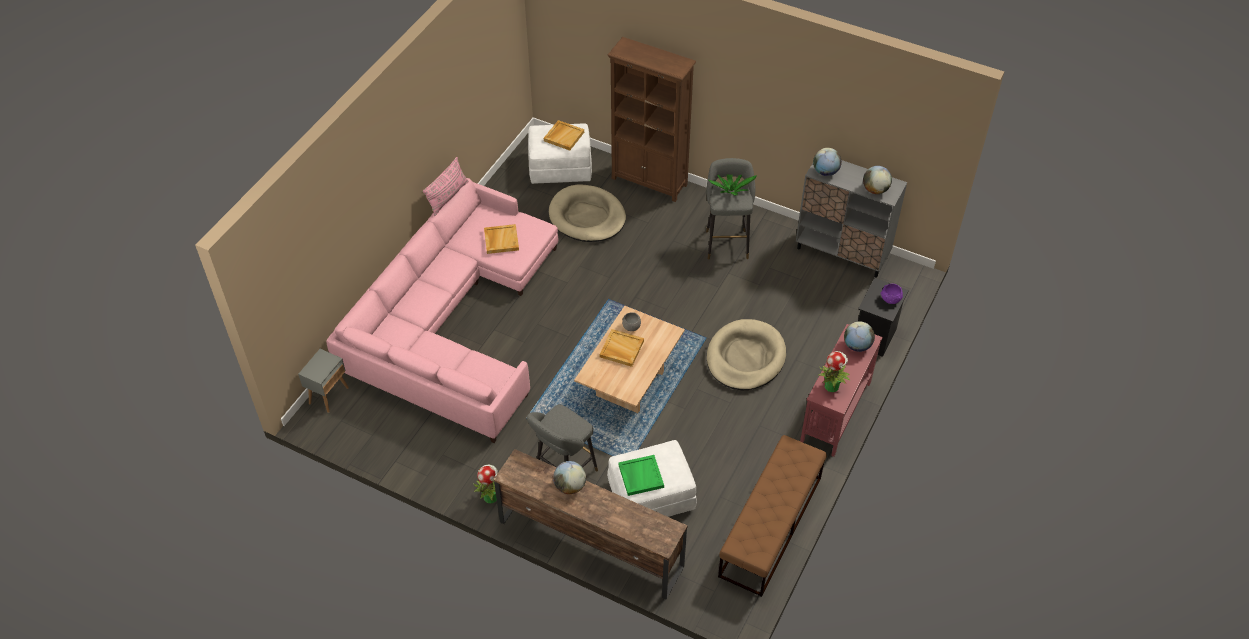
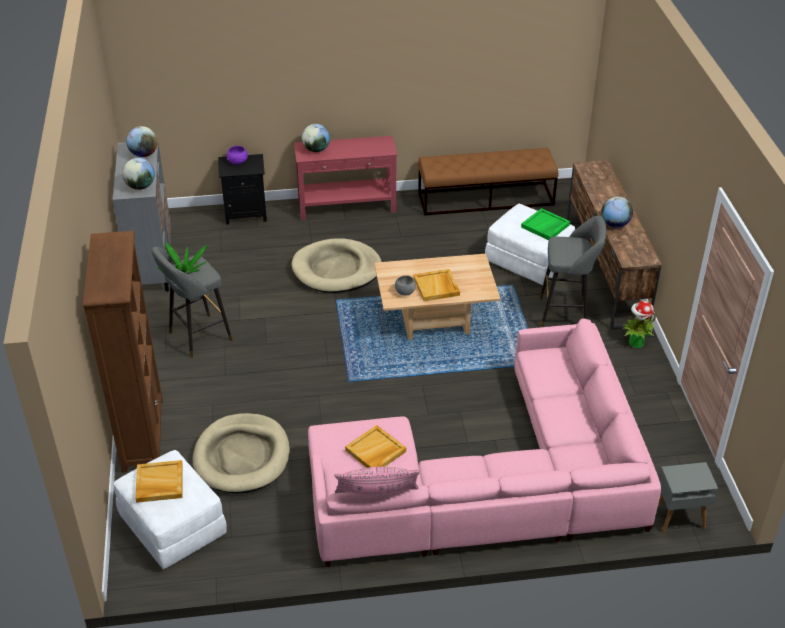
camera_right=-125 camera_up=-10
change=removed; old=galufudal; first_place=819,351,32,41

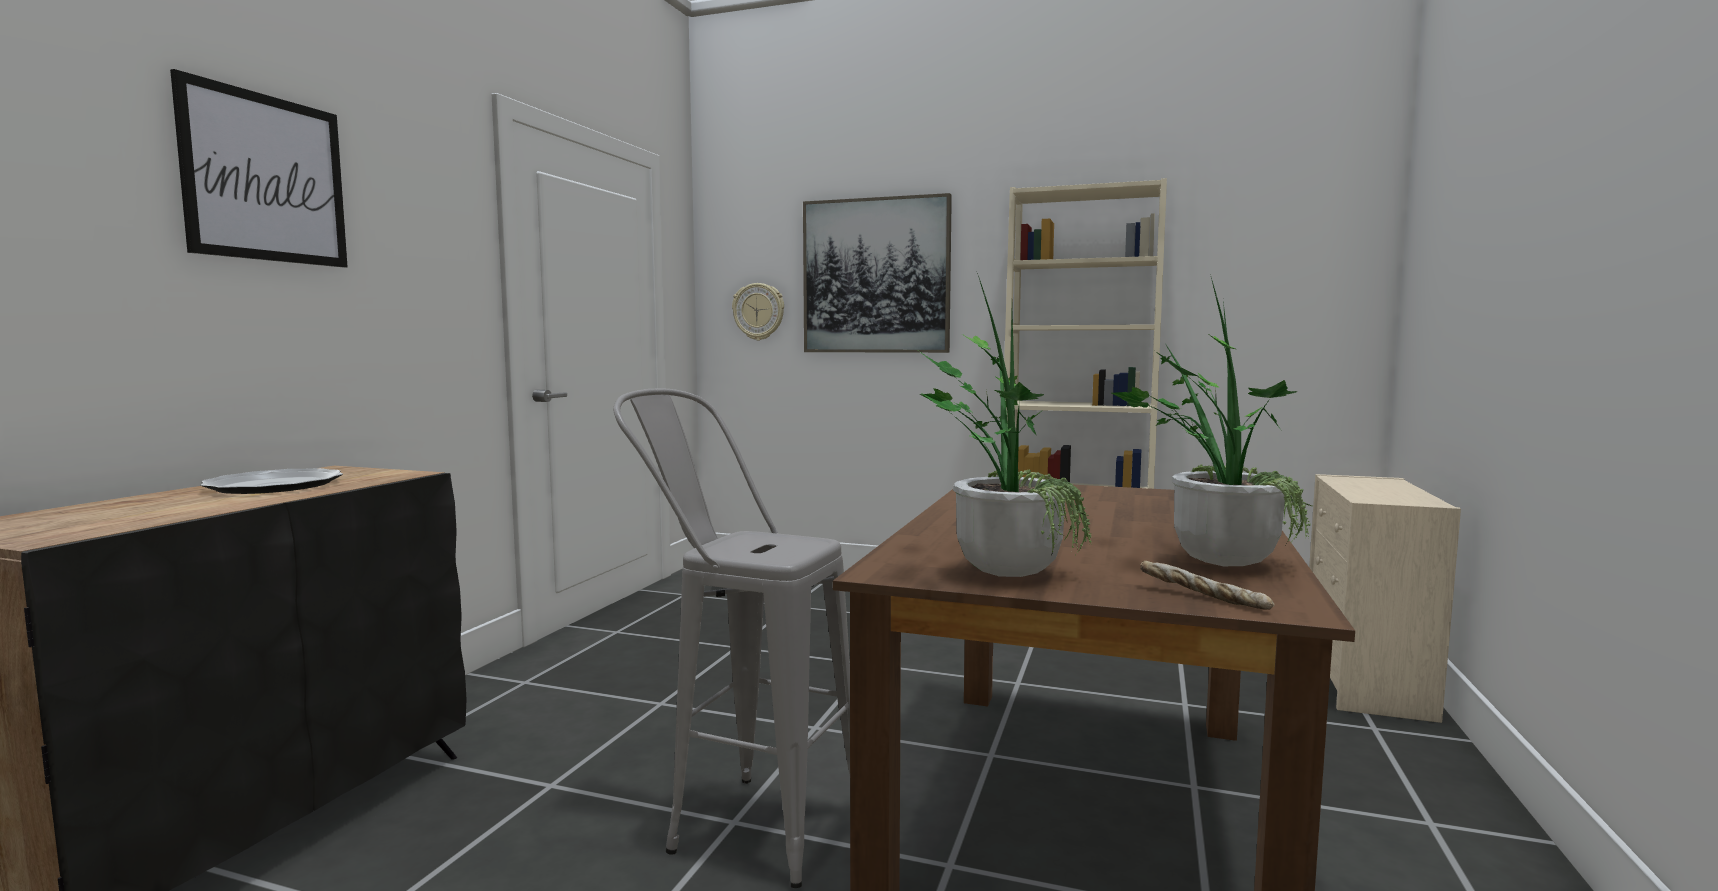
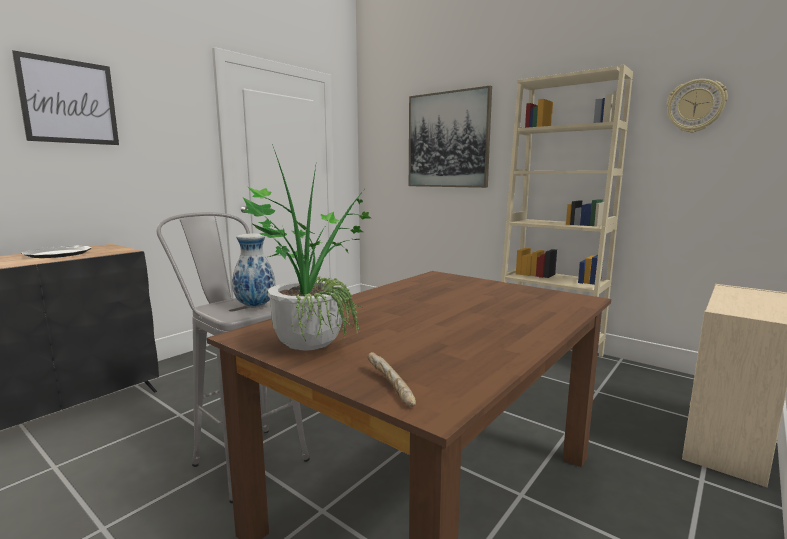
camera_right=20 camera_up=5
change=moved; old=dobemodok; first_place=732,283,52,57; second_place=667,79,61,54
change=removed; old=galufudal; first_place=1112,274,201,292
change=added; new=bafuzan; second_place=232,234,44,74

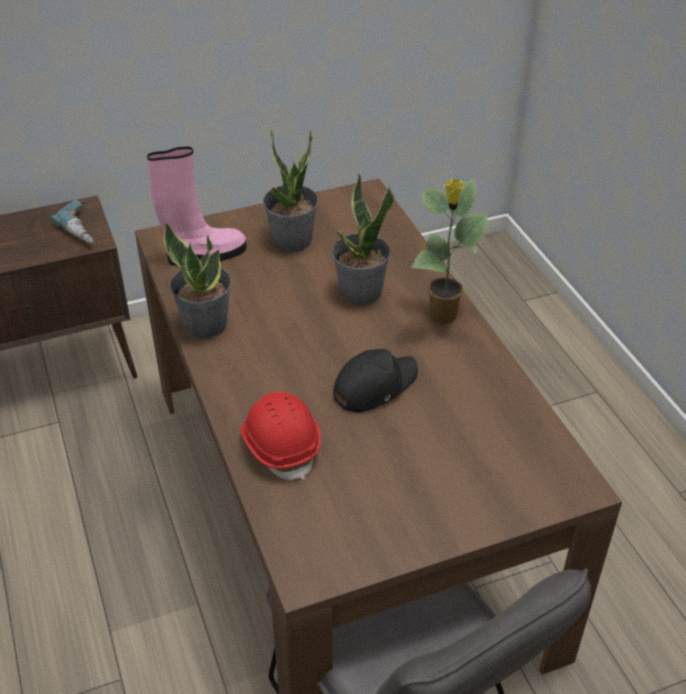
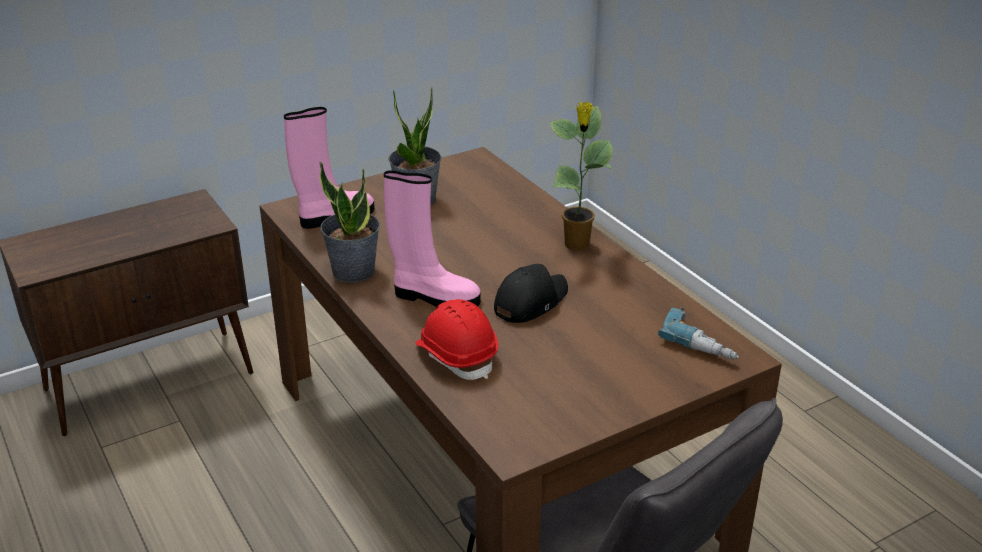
camera_right=-10 camera_up=-10
change=moved; old=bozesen; first_place=50,200,44,44; second_place=658,307,81,53
change=removed; old=galufudal; first_place=332,174,62,131
change=added; new=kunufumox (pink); second_place=384,171,97,136

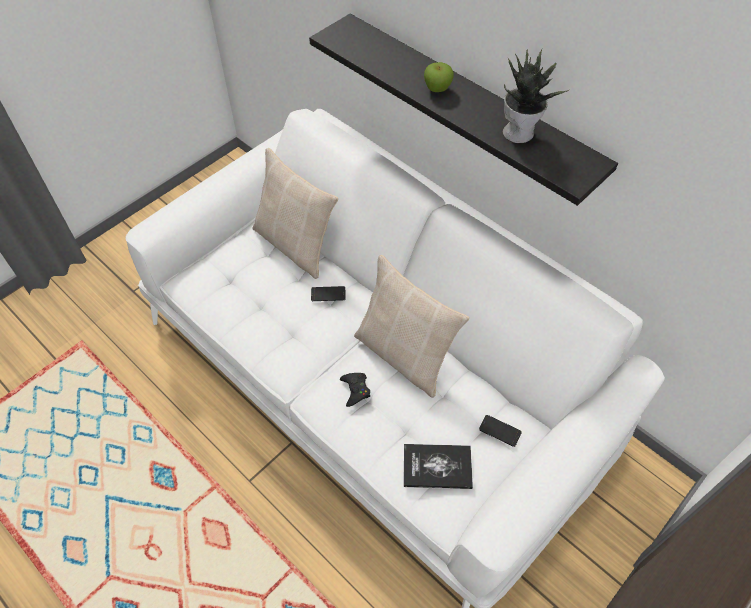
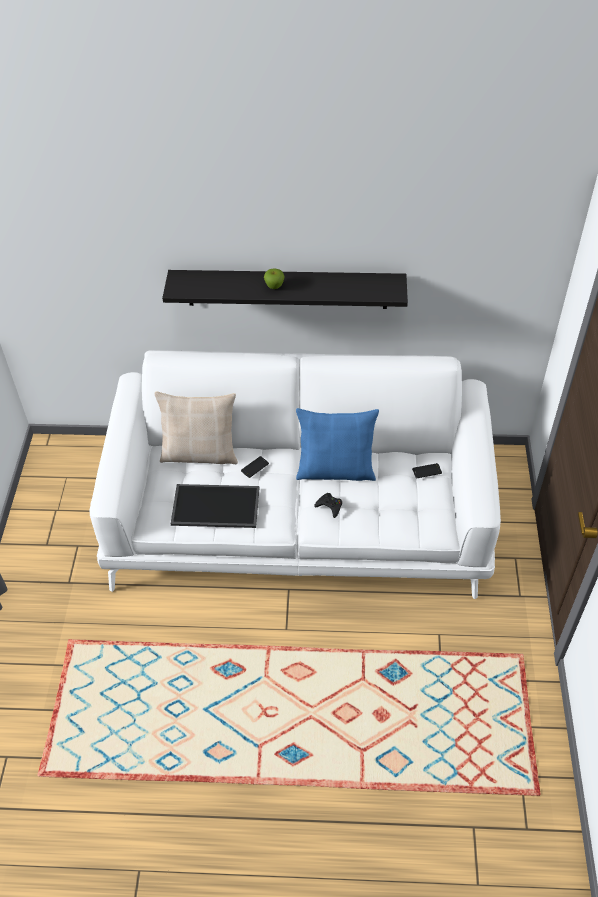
camera_right=-40 camera_up=-5
change=recoloured; old=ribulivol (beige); new=ribulivol (blue); first_place=354,255,115,143; second_place=296,408,83,73
change=removed; old=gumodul; first_place=404,444,69,45
change=removed; old=galufudal; first_place=502,49,68,94
change=added; new=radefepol; second_place=171,484,89,44

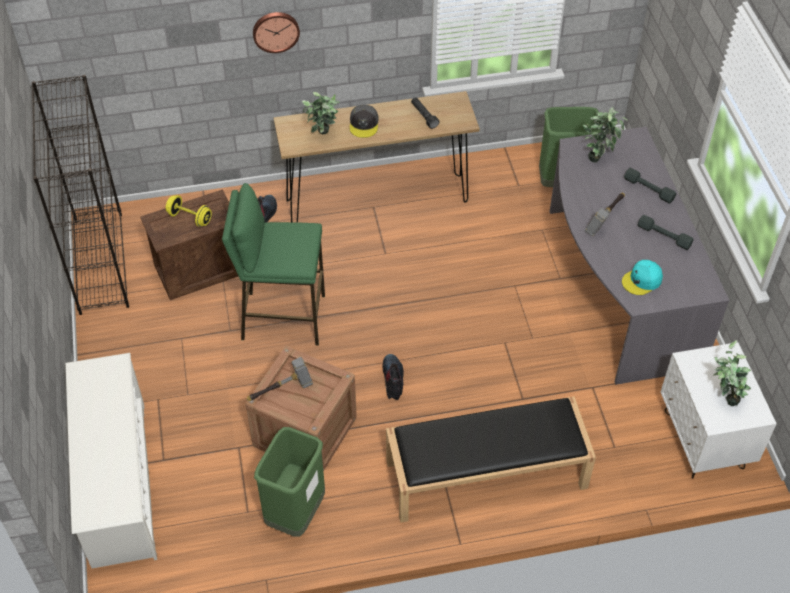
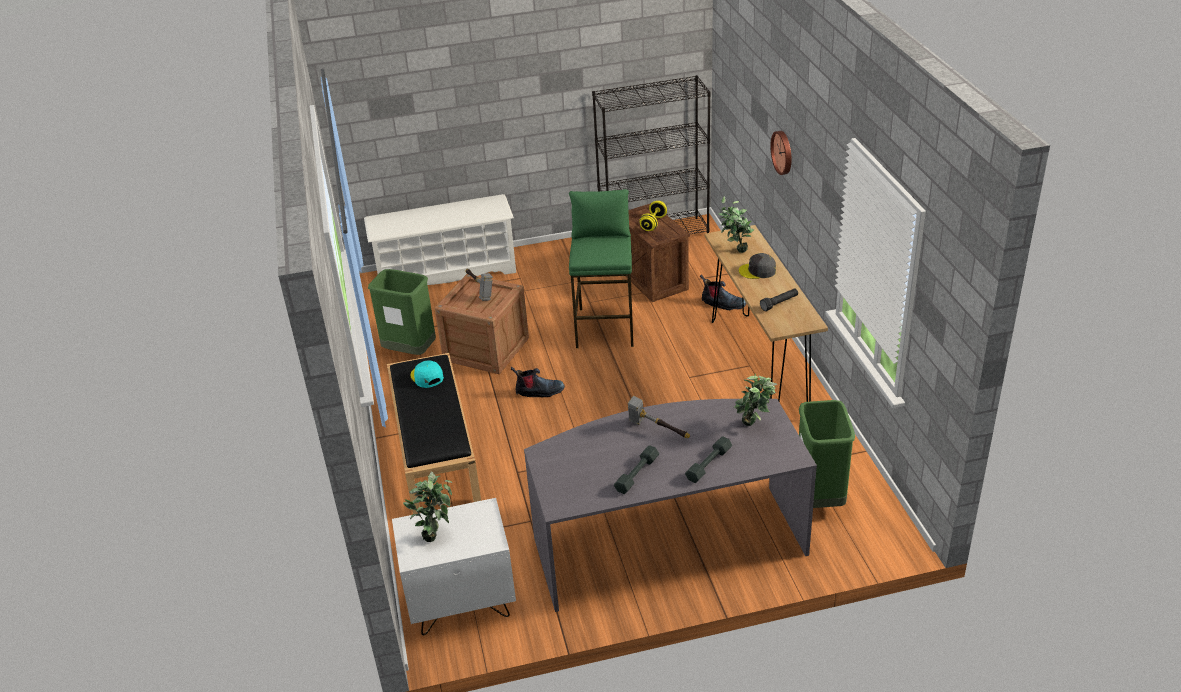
camera_right=90 camera_up=-15
change=moved; old=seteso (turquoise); first_place=622,260,41,35; second_place=411,360,33,28

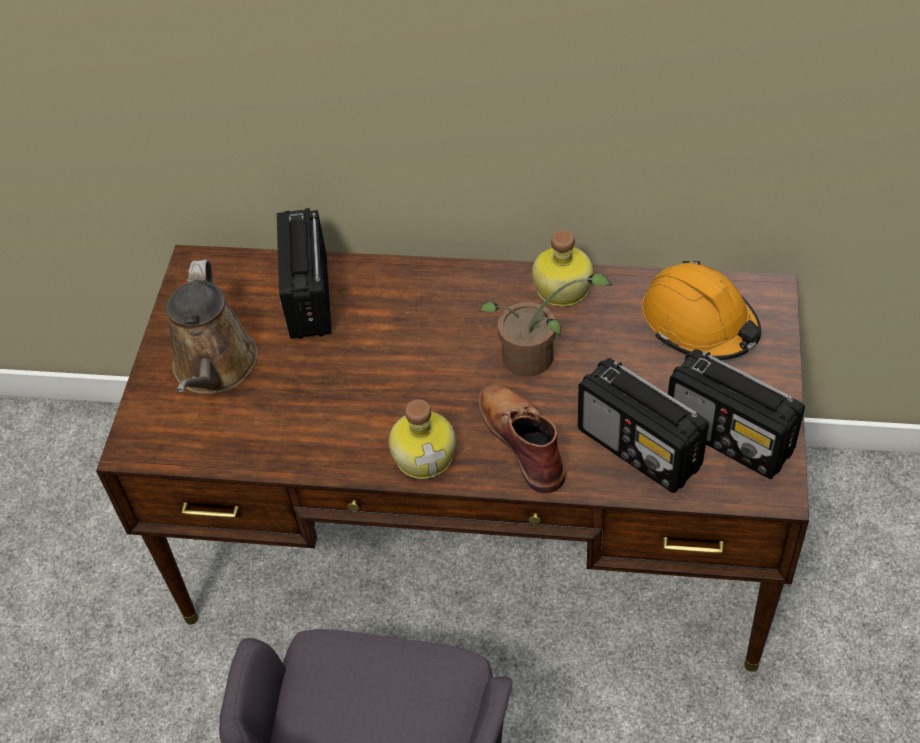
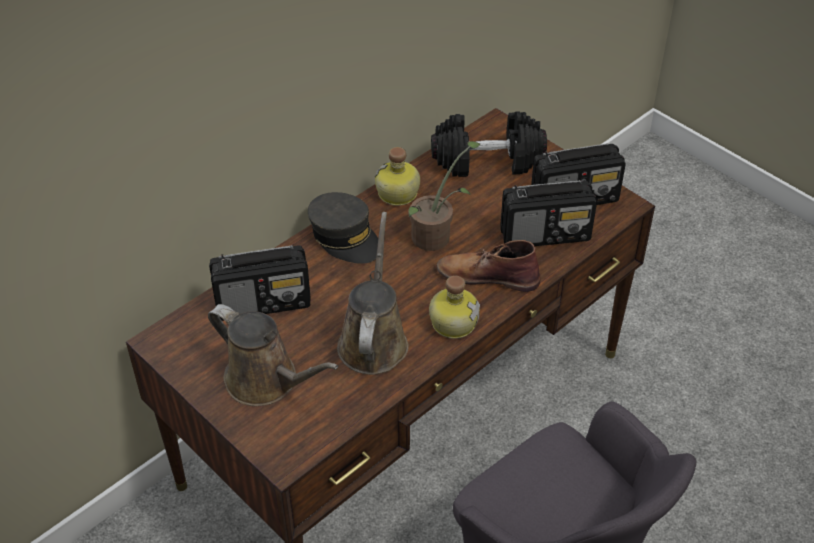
camera_right=-55 camera_up=-5
change=turned; old=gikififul; first_place=277,208,54,131; second_place=209,245,102,76; degrees=-45
change=replaced; old=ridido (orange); new=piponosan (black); first_place=642,261,119,99; second_place=431,111,116,66
change=added; new=seteso (grey); second_place=308,192,70,72
change=added; new=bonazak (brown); second_place=337,212,72,163

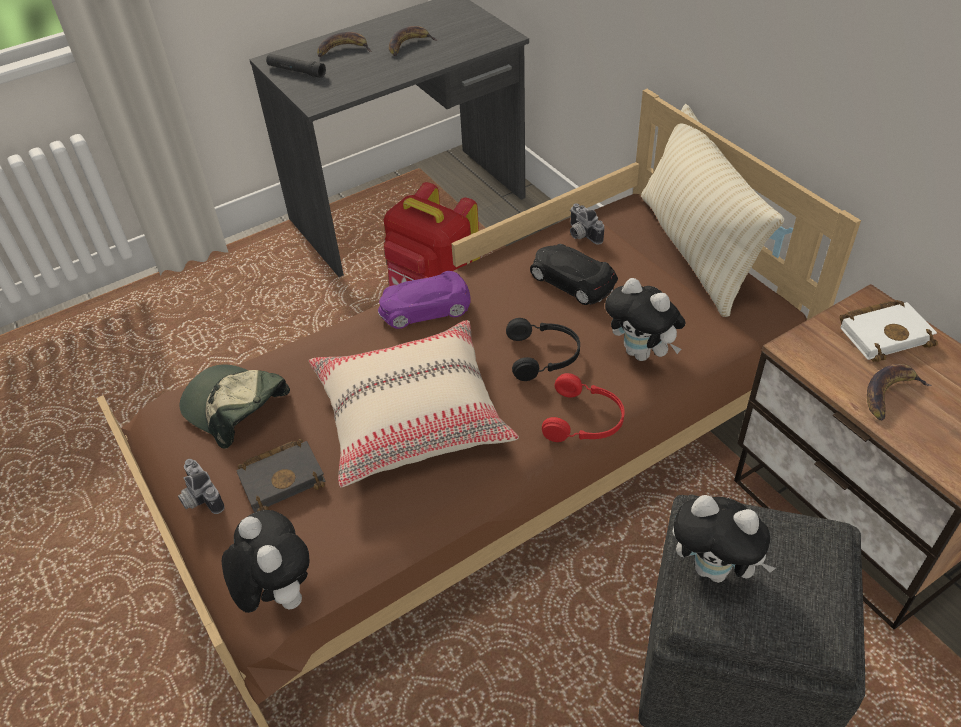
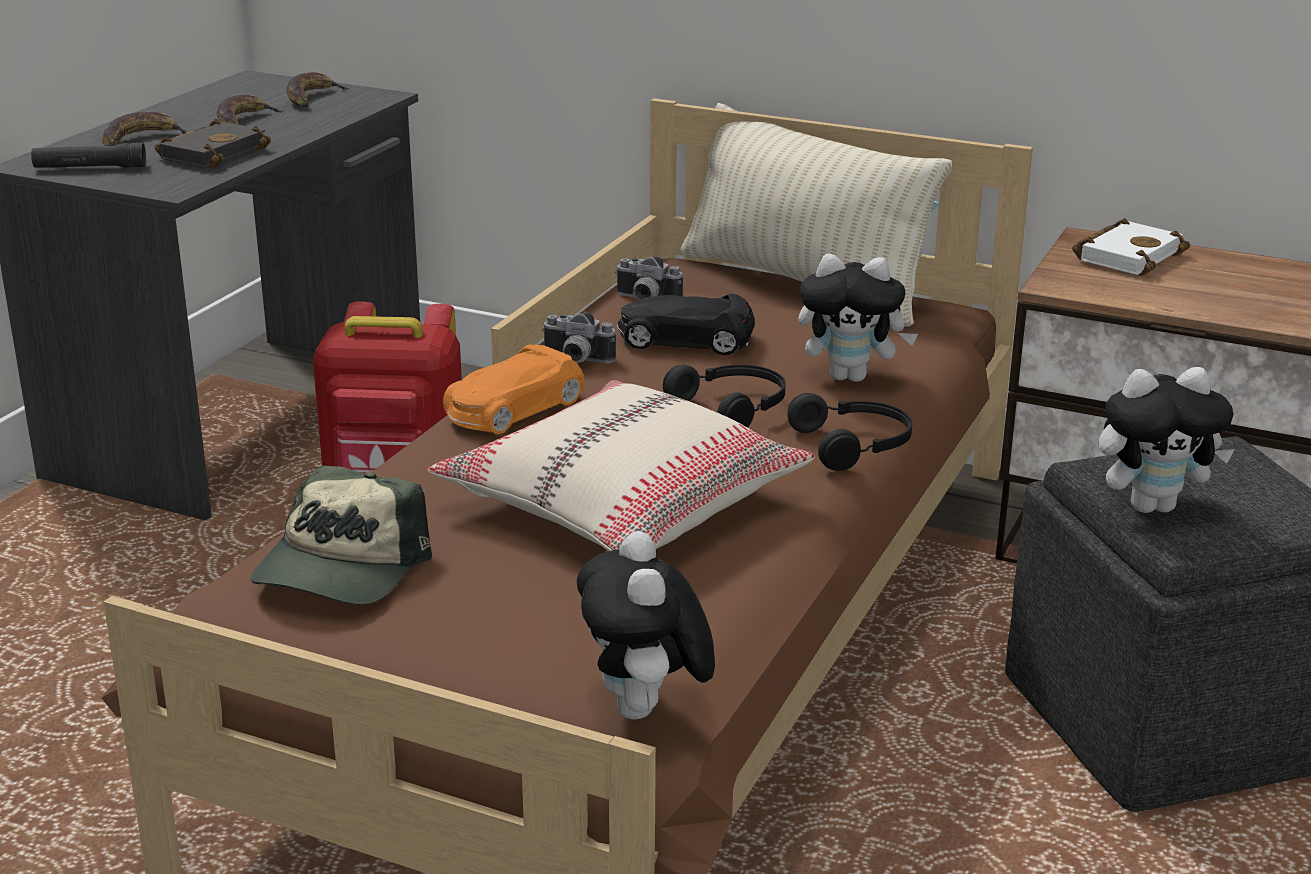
camera_right=-35 camera_up=-20
change=moved; old=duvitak; first_place=178,459,46,55; second_place=542,312,74,51
change=turned; old=seteso; first_place=179,364,111,85; second_place=250,466,182,139; degrees=-75
change=turned; old=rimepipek; first_place=222,510,88,103; second_place=577,531,138,189; degrees=-120
change=moved; old=gumodul (black); first_place=236,439,90,74; second_place=155,119,116,50
change=recoloured; old=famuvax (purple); new=famuvax (orange); first_place=378,271,92,58; second_place=443,345,141,90
change=recoloured; old=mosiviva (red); new=mosiviva (black); first_place=542,373,83,69; second_place=787,393,125,78
change=moved; old=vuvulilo; first_place=867,364,64,56; second_place=286,72,64,35

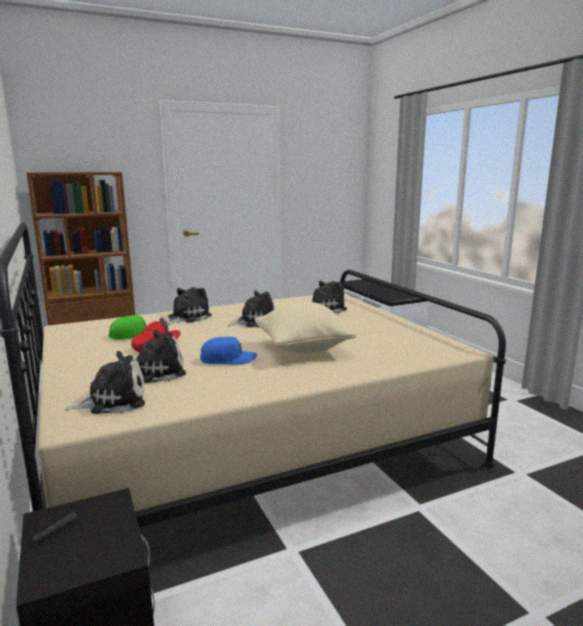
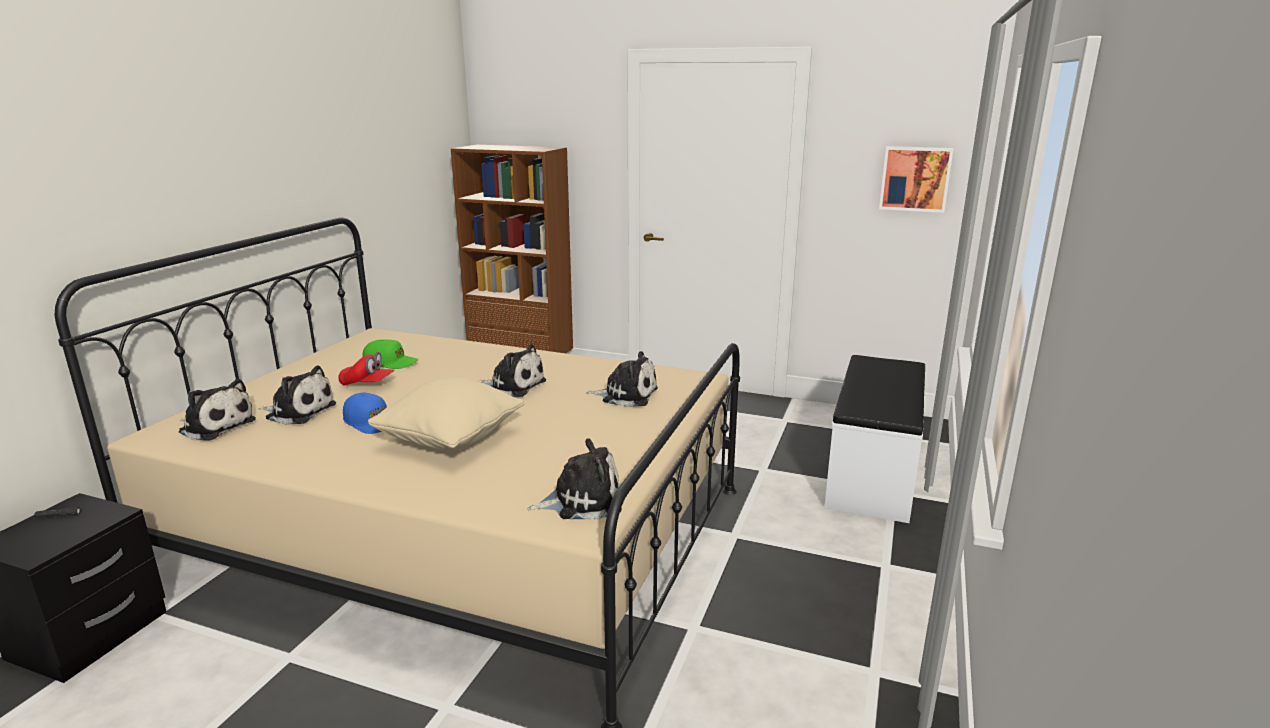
camera_right=45 camera_up=5
change=moved; old=rimepipek; first_place=168,287,44,38; second_place=528,438,94,82
change=added; new=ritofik; second_place=879,146,74,67

